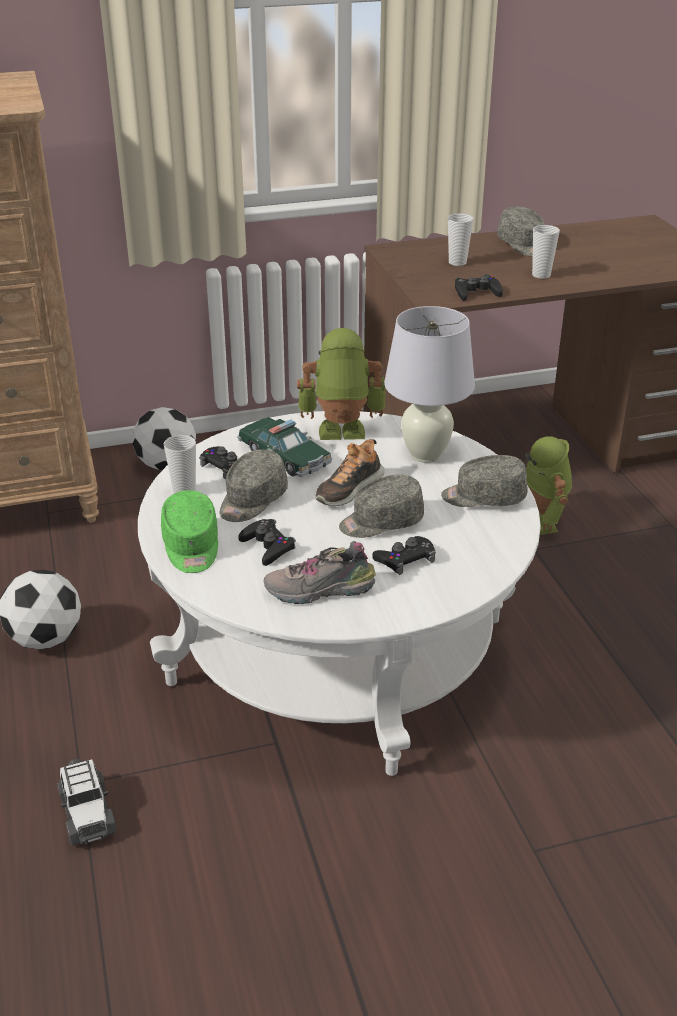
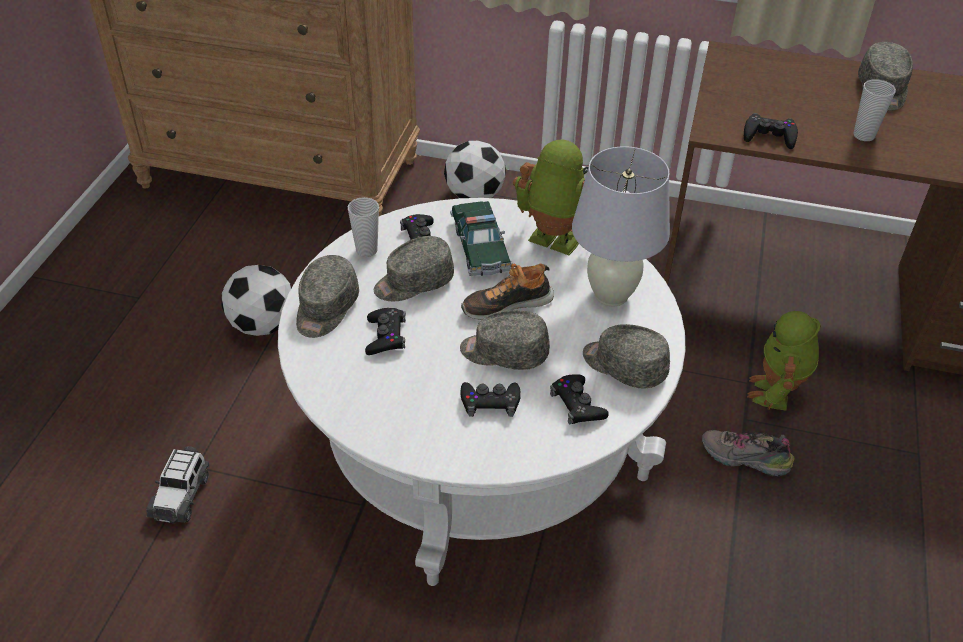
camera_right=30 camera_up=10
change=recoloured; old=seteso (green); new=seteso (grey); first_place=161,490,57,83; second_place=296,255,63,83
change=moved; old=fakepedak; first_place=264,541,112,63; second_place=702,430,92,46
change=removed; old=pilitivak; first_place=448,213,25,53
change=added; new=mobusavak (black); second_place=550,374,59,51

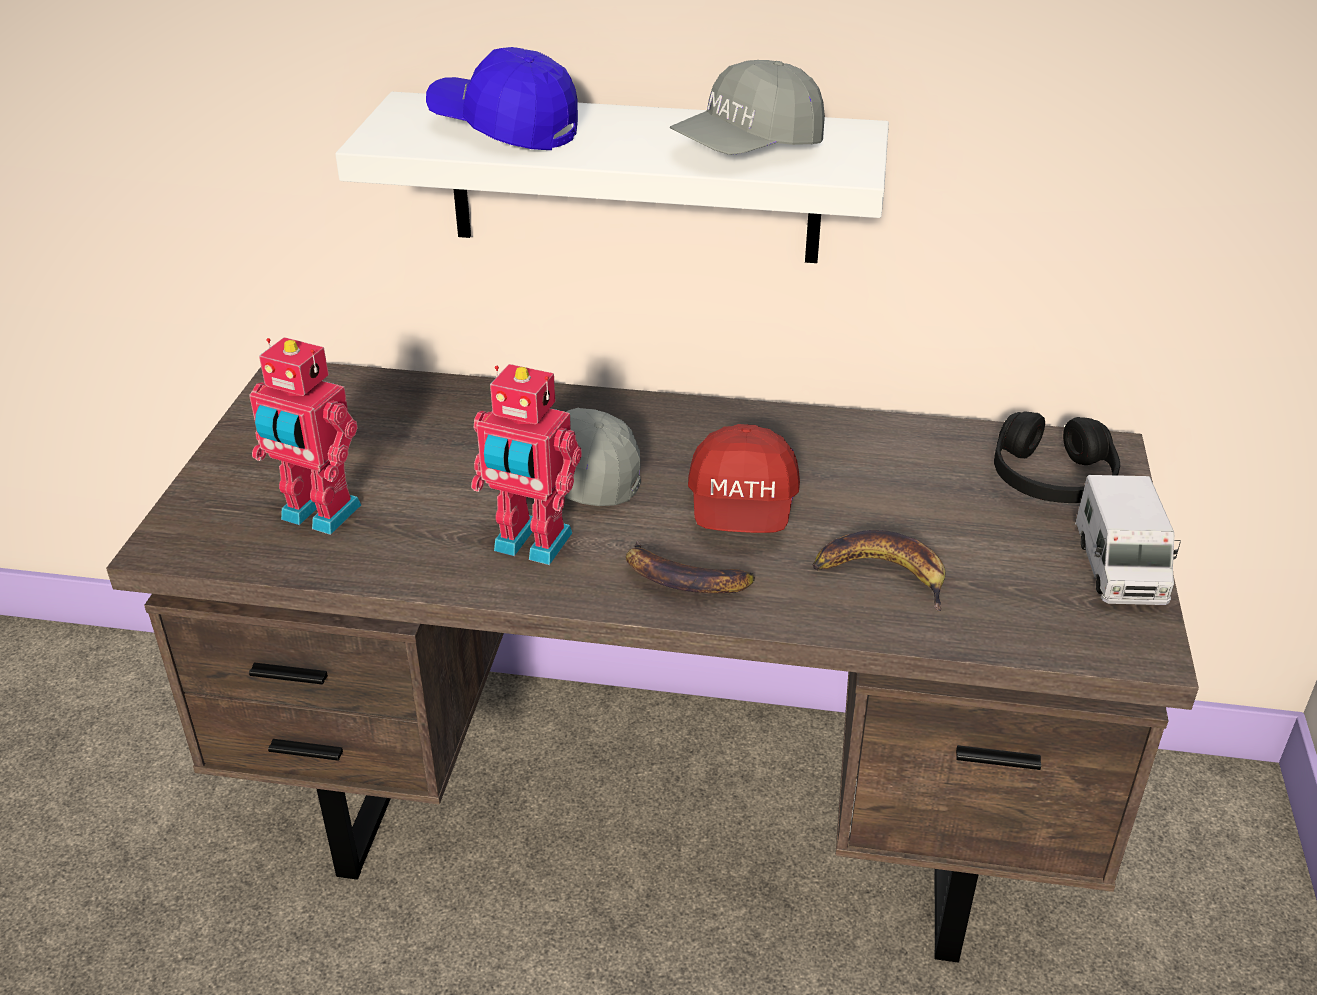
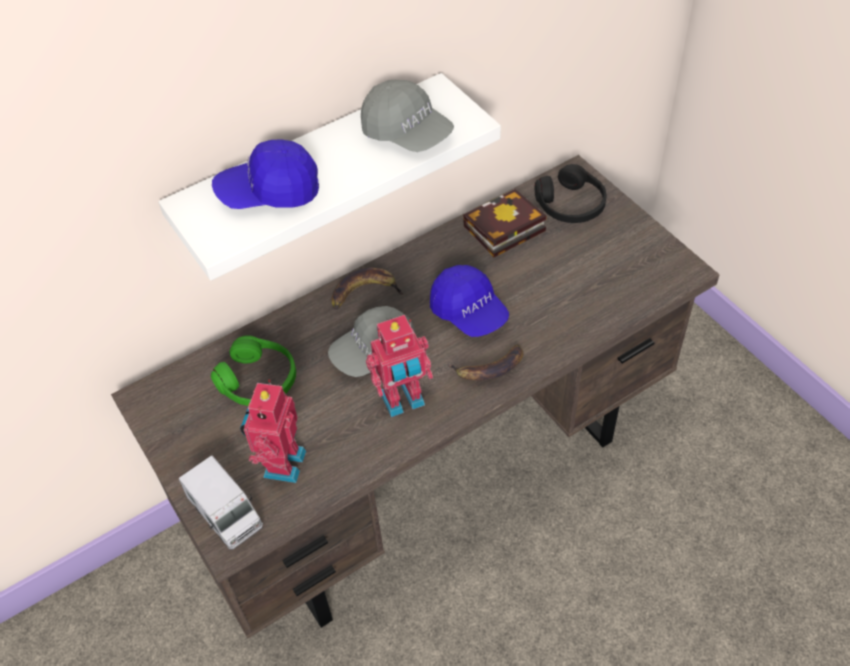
camera_right=-40 camera_up=15
change=turned; old=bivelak; first_place=249,337,112,198; second_place=240,379,66,104; degrees=120
change=turned; old=seteso (grey); first_place=670,60,155,95; second_place=361,80,93,72; degrees=-60
change=recoloured; old=seteso (red); new=seteso (blue); first_place=688,424,112,109; second_place=430,265,79,72
change=moved; old=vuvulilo; first_place=813,530,132,82; second_place=331,267,73,43
change=moved; old=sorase; first_place=1075,475,106,130; second_place=179,456,84,94
change=added; new=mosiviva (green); second_place=211,335,85,71
change=added; new=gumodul; second_place=463,189,83,68

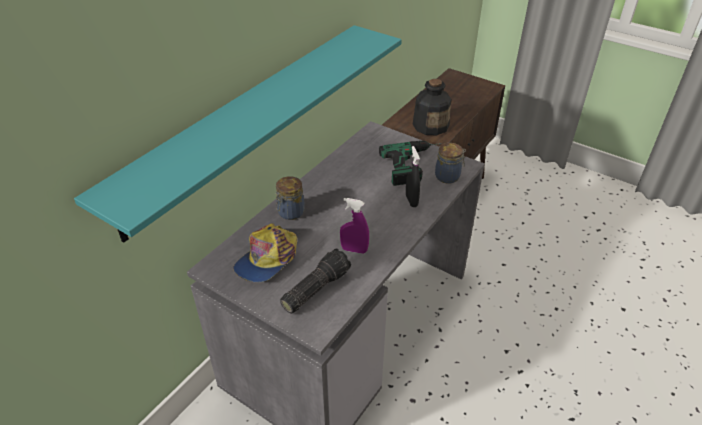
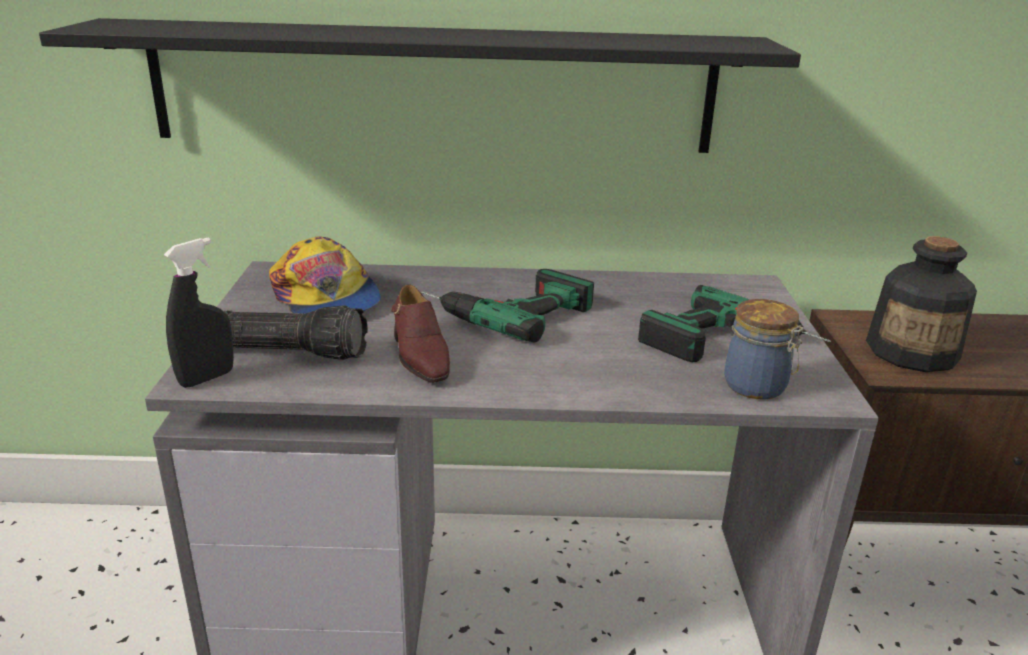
camera_right=55 camera_up=-15
change=recoloured; old=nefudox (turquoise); new=nefudox (black); first_place=74,25,328,218; second_place=39,18,762,135
change=turned; old=seteso; first_place=233,223,64,59; second_place=269,236,112,78; degrees=-120
change=removed; old=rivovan; first_place=275,176,30,44
change=replaced; old=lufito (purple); new=fakepedak (brown); first_place=340,198,29,56; second_place=391,285,59,98
change=moved; old=lufito (black); first_place=406,146,14,61; second_place=164,237,70,151
change=added; new=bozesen; second_place=421,269,173,74

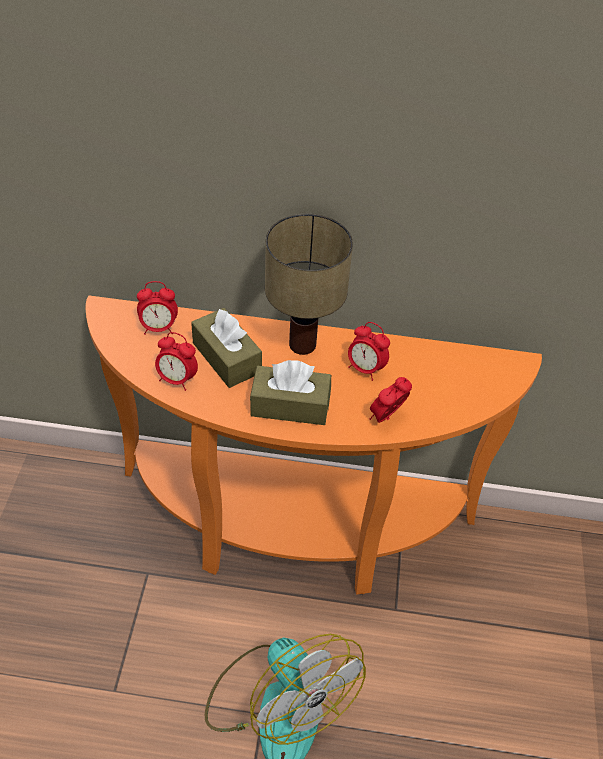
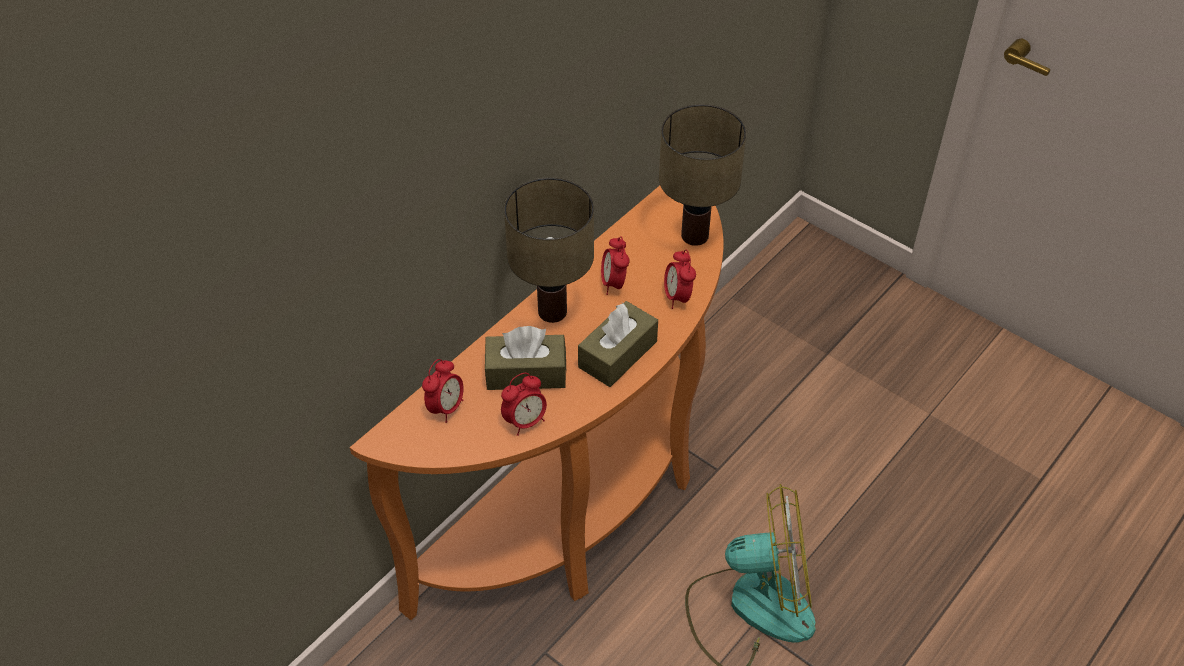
camera_right=-55 camera_up=0
change=turned; old=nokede; first_place=348,322,42,59; second_place=601,236,29,59; degrees=105
change=added; new=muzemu; second_place=659,104,87,142

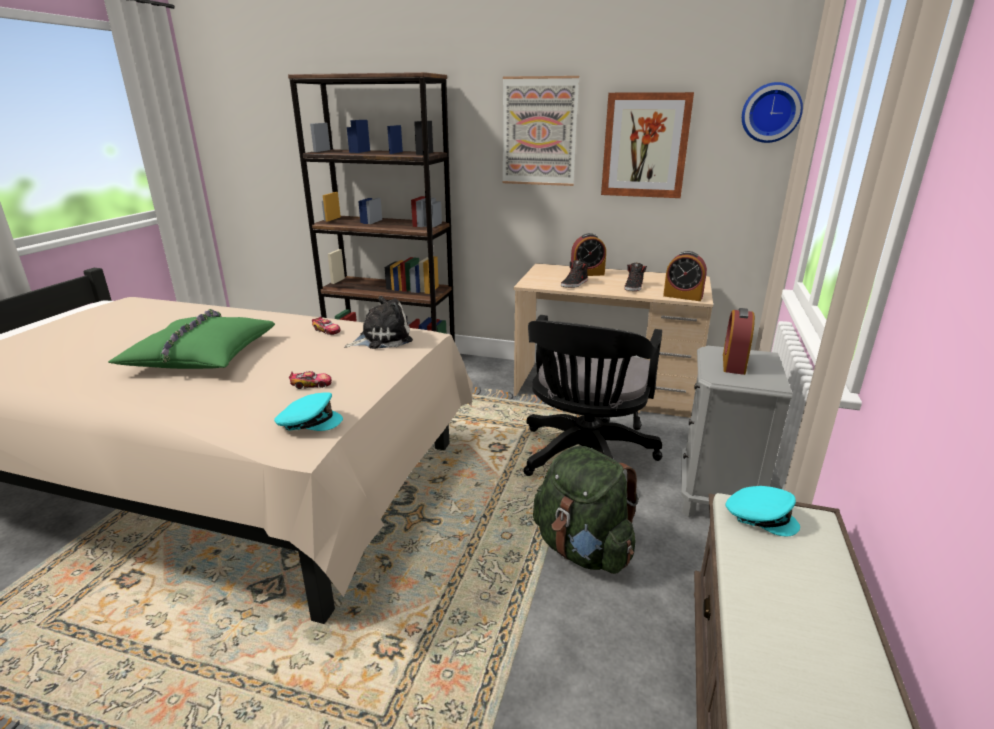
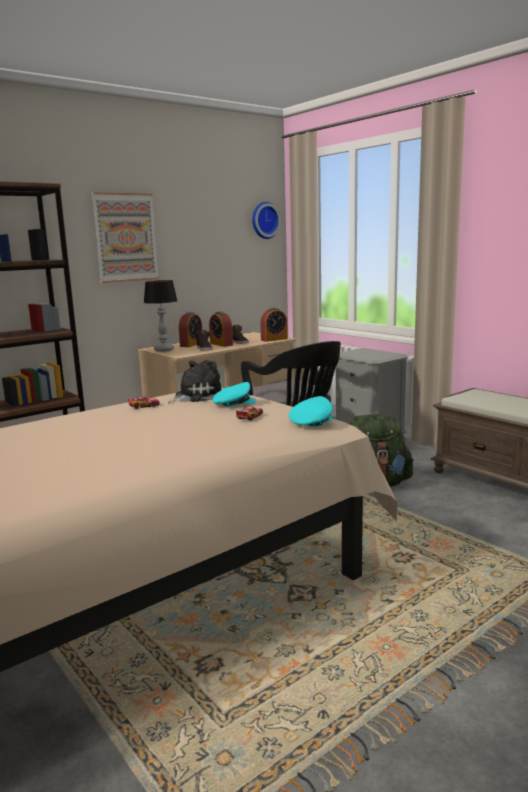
camera_right=-55 camera_up=-10
change=removed; old=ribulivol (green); first_place=108,309,167,60
change=turned; old=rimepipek; first_place=344,296,69,53; second_place=168,360,54,44; degrees=45
change=removed; old=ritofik; first_place=601,92,93,106
change=moved; old=nokede; first_place=723,308,32,67; second_place=209,311,24,36
change=moved; old=seteso (turquoise); first_place=725,486,75,50; second_place=212,382,44,25
change=added; new=muzemu; second_place=144,280,33,72

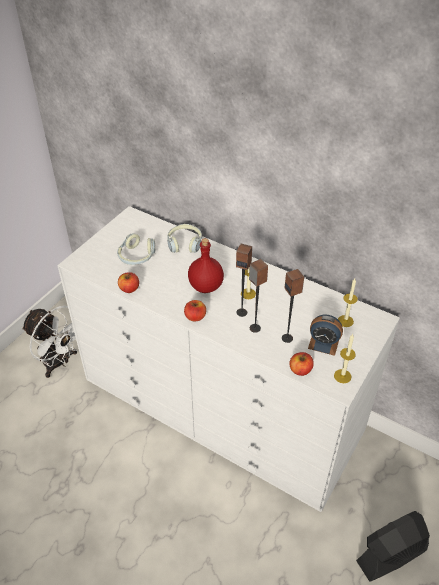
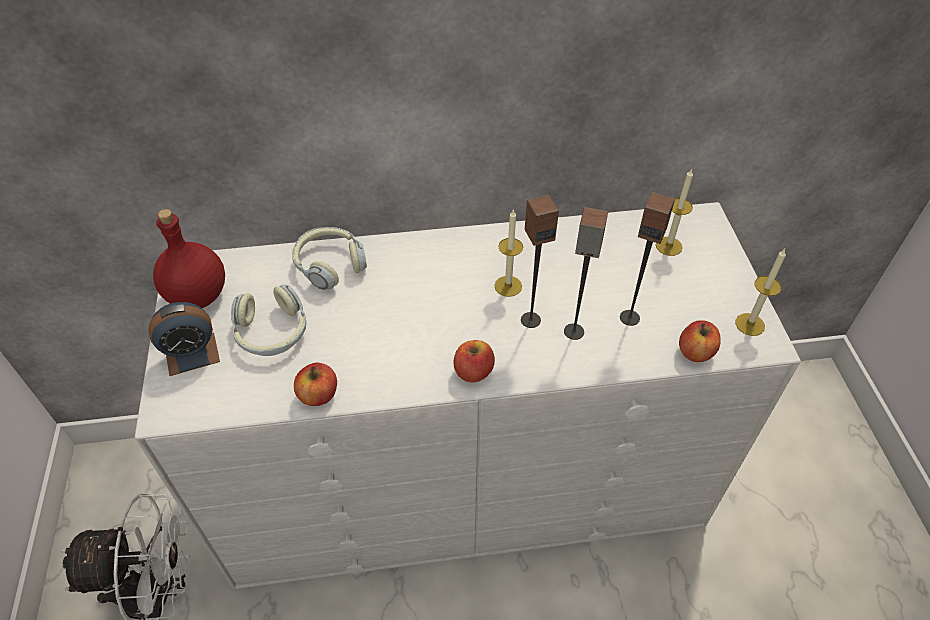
camera_right=-40 camera_up=5
change=moved; old=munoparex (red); first_place=188,238,36,55; second_place=153,209,72,99
change=moved; old=nokede; first_place=308,315,35,41; second_place=148,302,72,74
change=removed; old=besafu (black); first_place=356,511,74,71

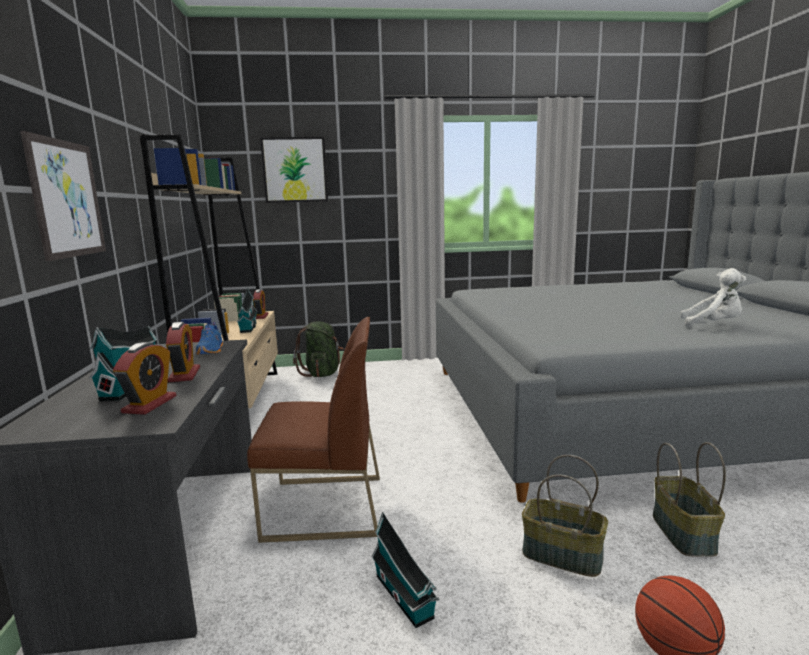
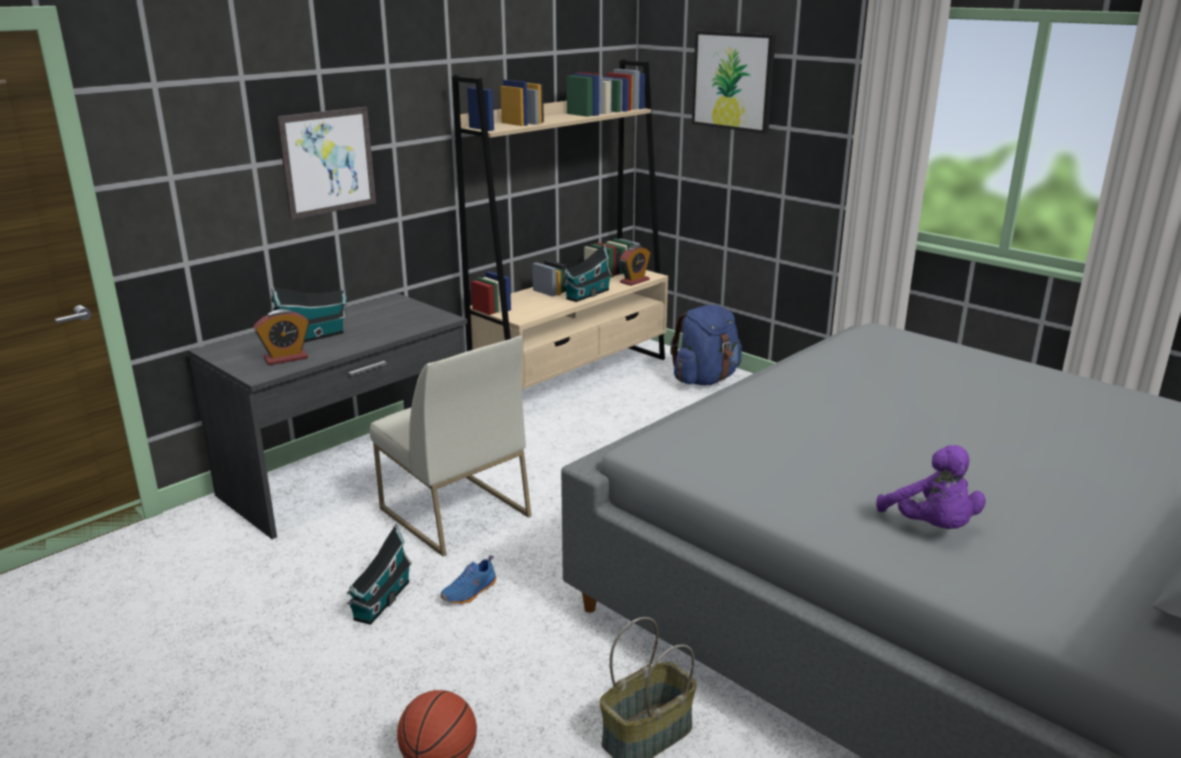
camera_right=50 camera_up=10
change=removed; old=nokede; first_place=166,322,34,60
change=moved; old=fakepedak (blue); first_place=196,322,27,32; second_place=441,555,55,49
change=recoloured; old=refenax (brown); new=refenax (white); first_place=247,317,133,226; second_place=370,336,161,220
change=recoloured; old=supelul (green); new=supelul (blue); first_place=293,321,51,56; second_place=670,305,72,80
change=removed; old=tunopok; first_place=522,455,86,122
change=recoloured; old=rimepipek (white); new=rimepipek (purple); first_place=680,268,66,60; second_place=876,445,110,84

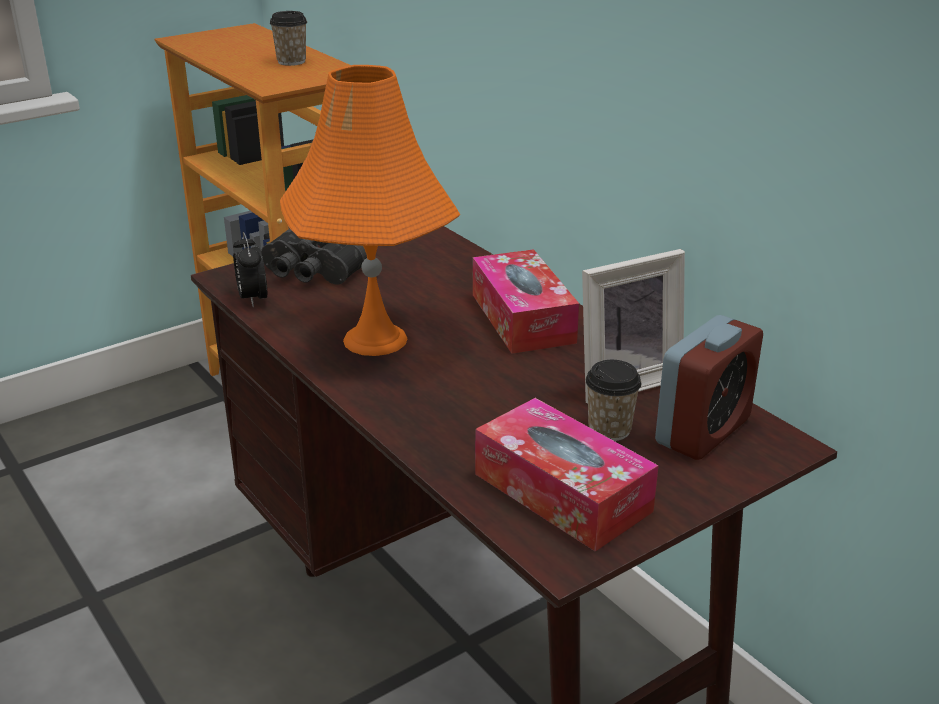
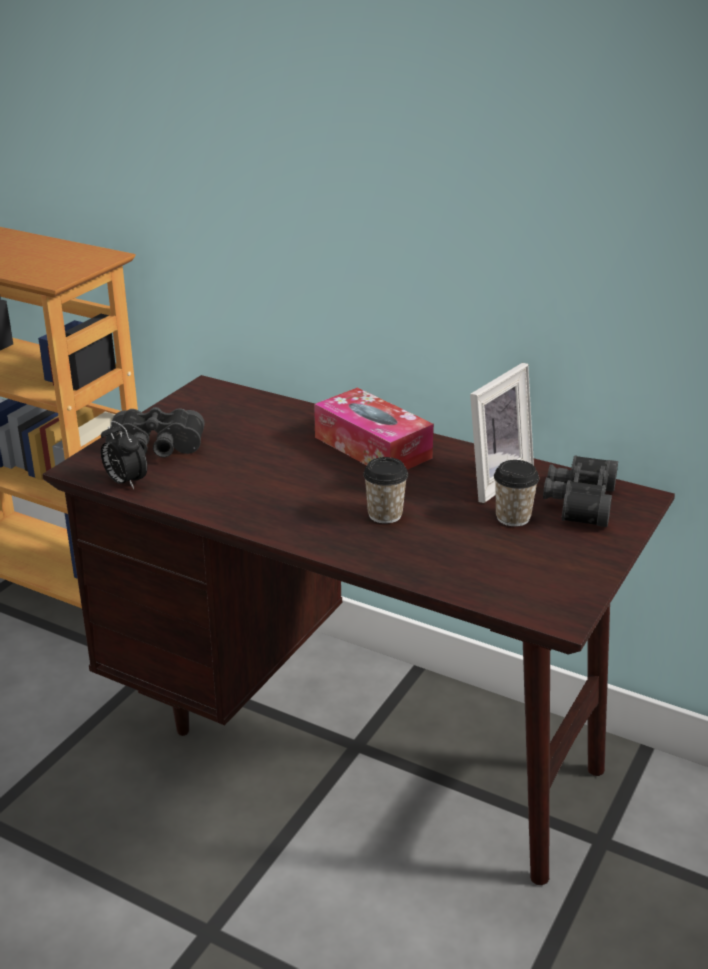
camera_right=-25 camera_up=0
change=moved; old=pilitivak; first_place=270,11,37,55; second_place=363,457,45,67
change=removed; old=muzemu (orange); first_place=280,65,180,291
change=removed; old=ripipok; first_place=475,398,184,153
change=replaced; old=nokede; new=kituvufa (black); first_place=655,315,108,145; second_place=543,455,75,72

